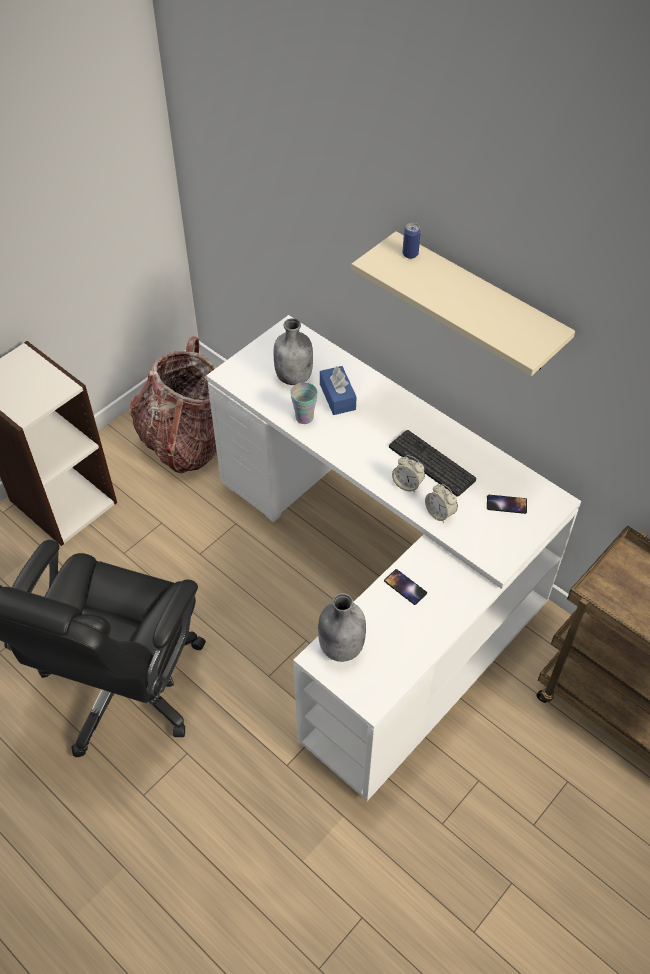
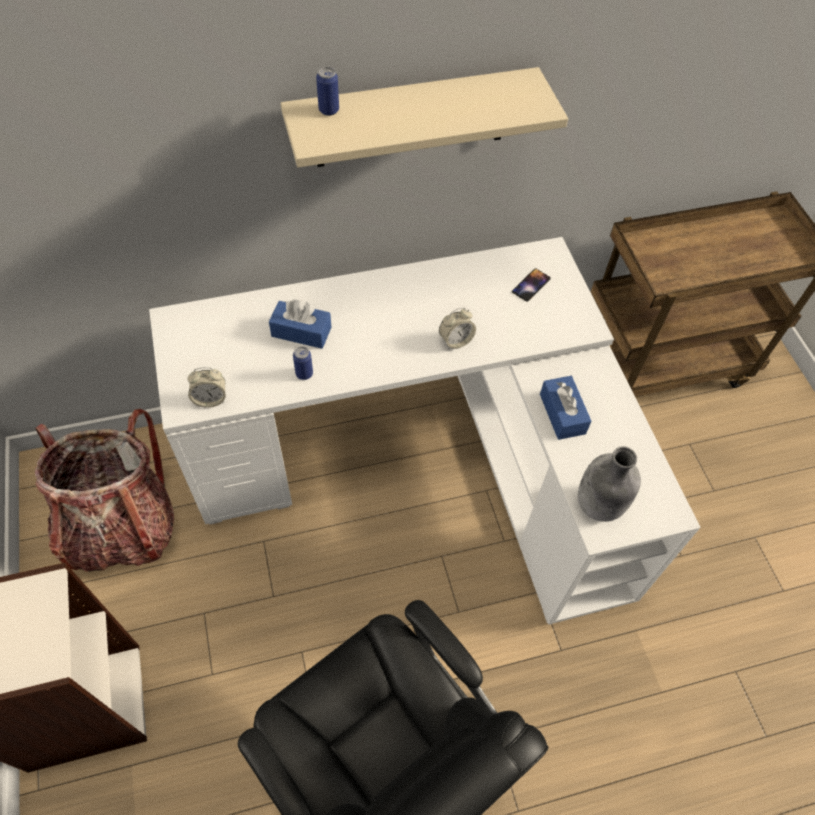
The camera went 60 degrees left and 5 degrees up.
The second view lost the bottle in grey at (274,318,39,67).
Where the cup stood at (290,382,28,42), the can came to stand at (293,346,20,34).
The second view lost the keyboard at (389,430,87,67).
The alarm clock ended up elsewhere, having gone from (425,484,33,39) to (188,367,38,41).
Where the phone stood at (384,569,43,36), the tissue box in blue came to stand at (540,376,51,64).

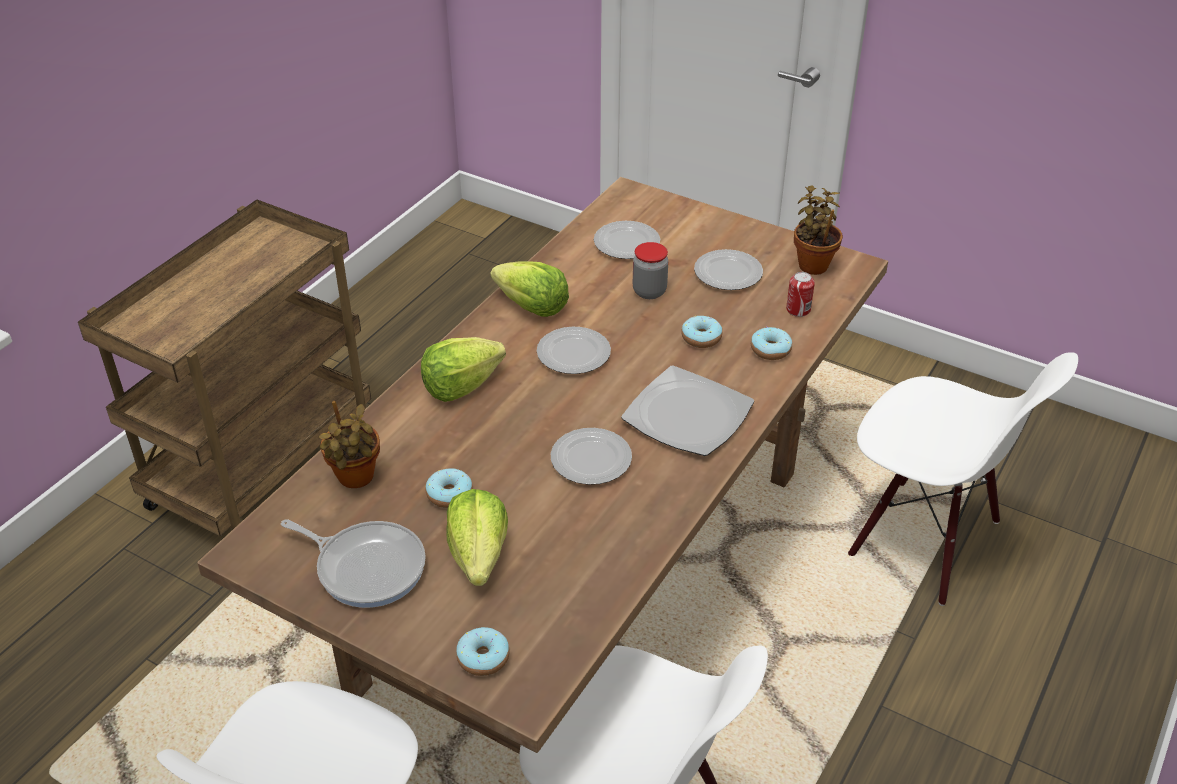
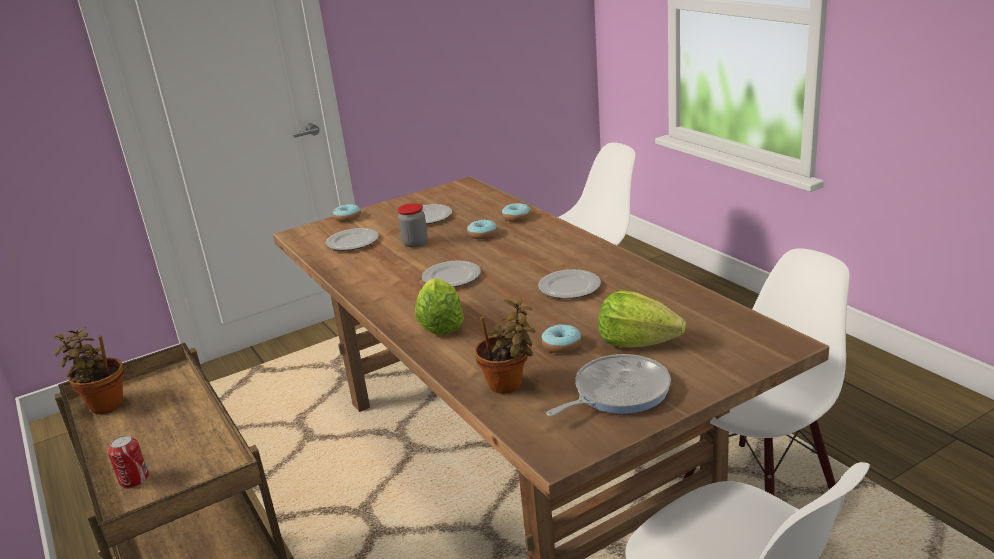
The camera went 60 degrees left and 15 degrees down.
The potted plant ended up elsewhere, having gone from (794,185,49,90) to (54,327,70,87).
The second view lost the lettuce at (490,261,79,56).
The can ended up elsewhere, having gone from (786,272,29,45) to (108,435,41,53).
The second view lost the plate at (621,366,133,90).
The donut ended up elsewhere, having gone from (456,627,54,49) to (333,204,28,18).

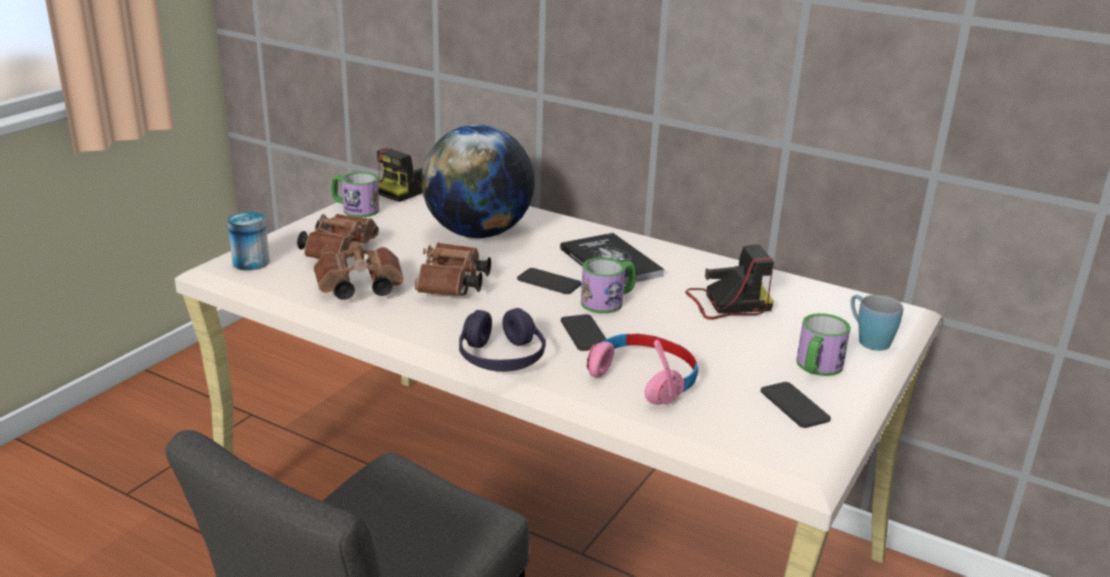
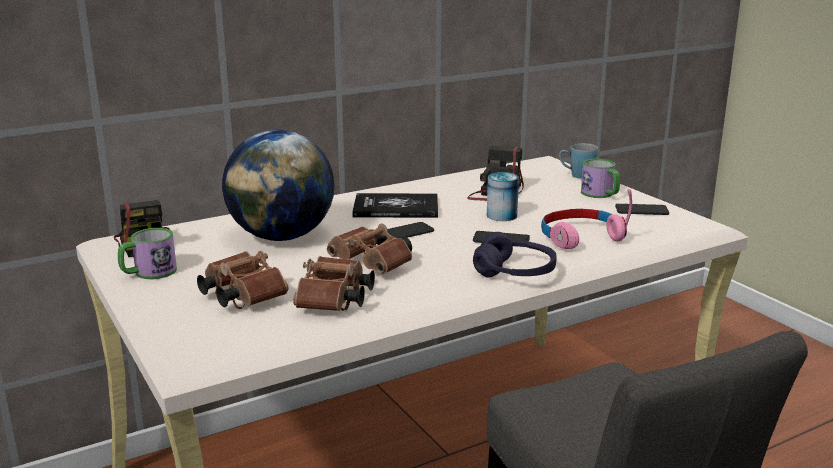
The camera went 60 degrees left and 5 degrees down.
The can ended up elsewhere, having gone from (227,212,43,59) to (487,172,32,49).
The second view lost the mug at (581,258,55,55).

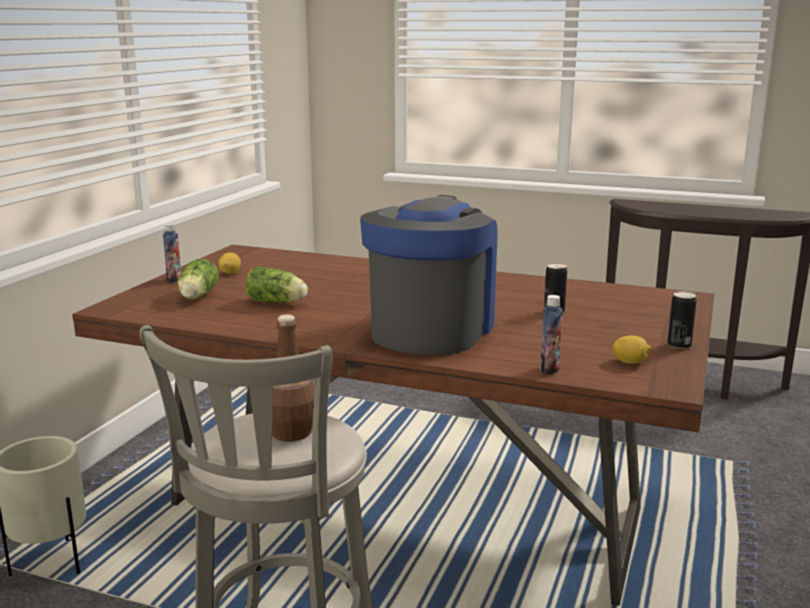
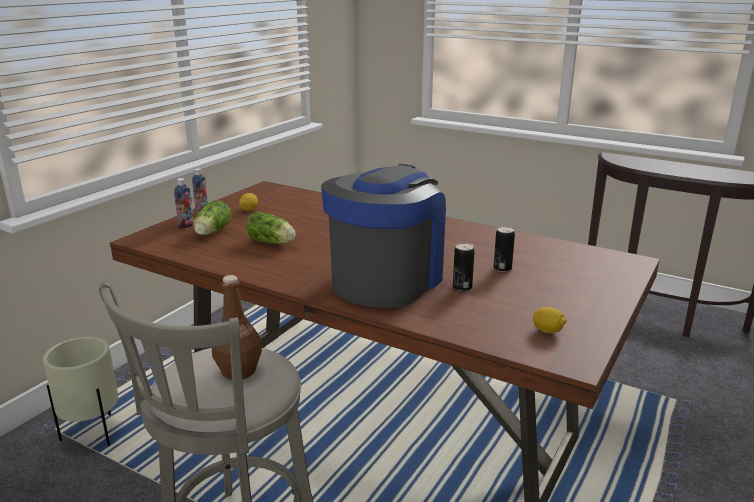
The camera went 10 degrees right and 5 degrees up.
The can ended up elsewhere, having gone from (668,291,29,58) to (453,243,22,48).
The bottle ended up elsewhere, having gone from (540,295,23,80) to (174,178,20,51).

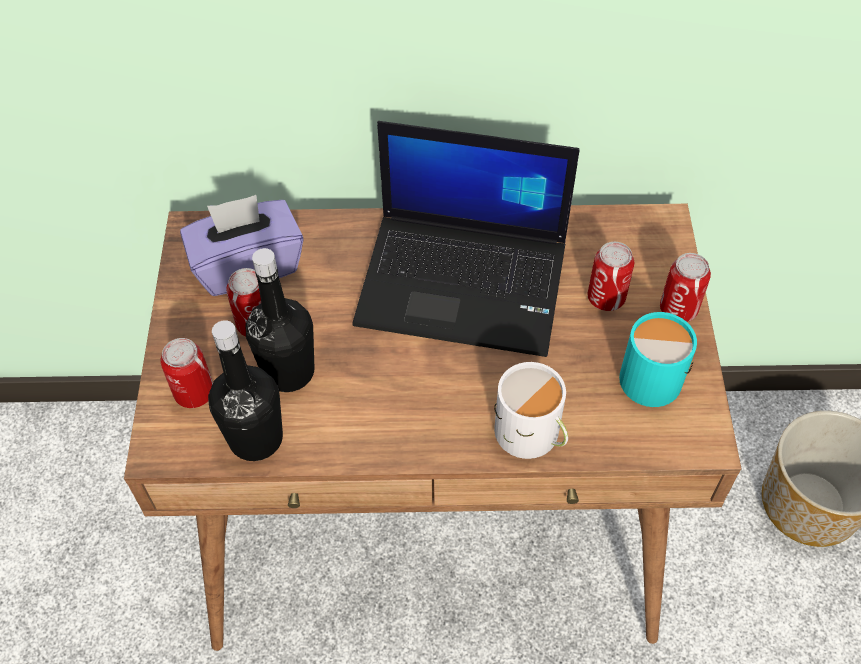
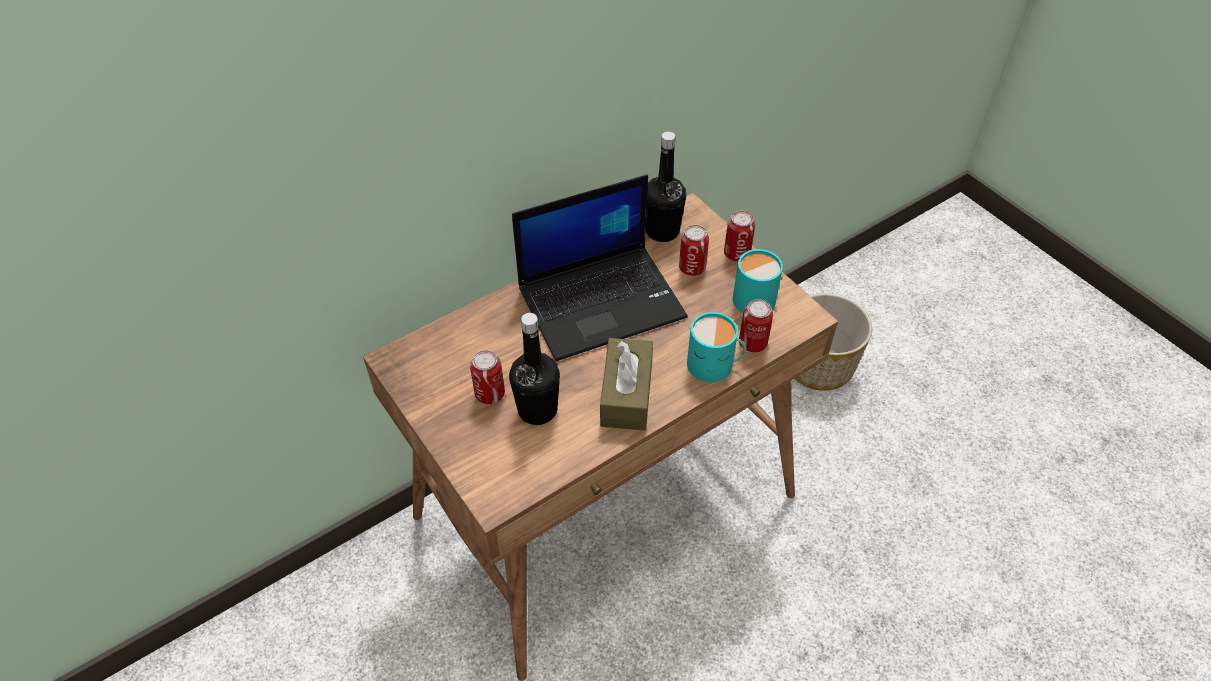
The camera went 35 degrees left and 5 degrees down.
The second view lost the tissue box in purple at (180,195,124,101).
The bottle in black ended up elsewhere, having gone from (208,320,75,141) to (646,132,40,110).
The can ended up elsewhere, having gone from (161,338,52,70) to (739,299,34,53).
What was the mug in white at (494,362,74,97) turned into the mug in turquoise at (687,312,60,70).
The second view gained the tissue box in brown at (600,338,53,92).

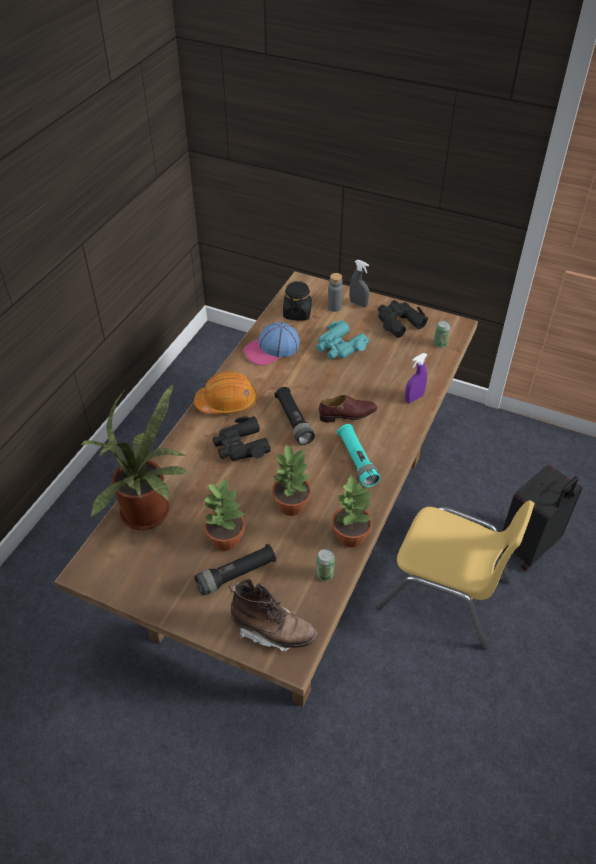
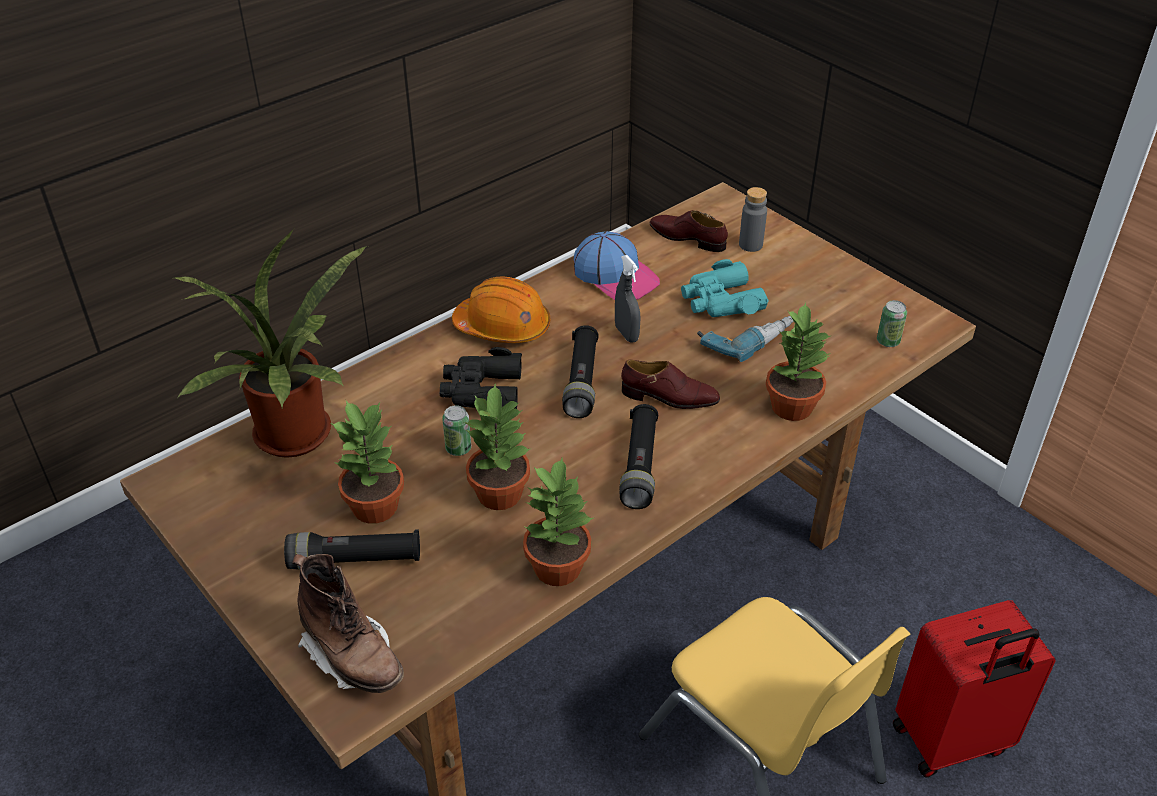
The camera went 25 degrees right and 5 degrees down.
The spray bottle in grey ended up elsewhere, having gone from (349,260,20,47) to (615,255,26,88).
Where the jar in black stood at (283,281,29,40), the shoe in brown came to stand at (650,210,78,42).
The second view lost the binoculars in black at (378,300,50,38).
The cap at (243,322,57,43) ended up facing another way, 135 degrees counterclockwise from before.
Where the spray bottle in purple stood at (405,353,22,50), the potted plant came to stand at (766,302,65,119).
What was the flashlight in turquoise at (337,424,43,63) turned into the flashlight in black at (619,404,39,105).
What was the suitcase in black at (502,464,81,107) turned into the suitcase in red at (893,600,163,178).
The can ended up elsewhere, having gone from (316,549,19,32) to (442,405,29,51).
The second view gained the power drill at (697,316,96,46).

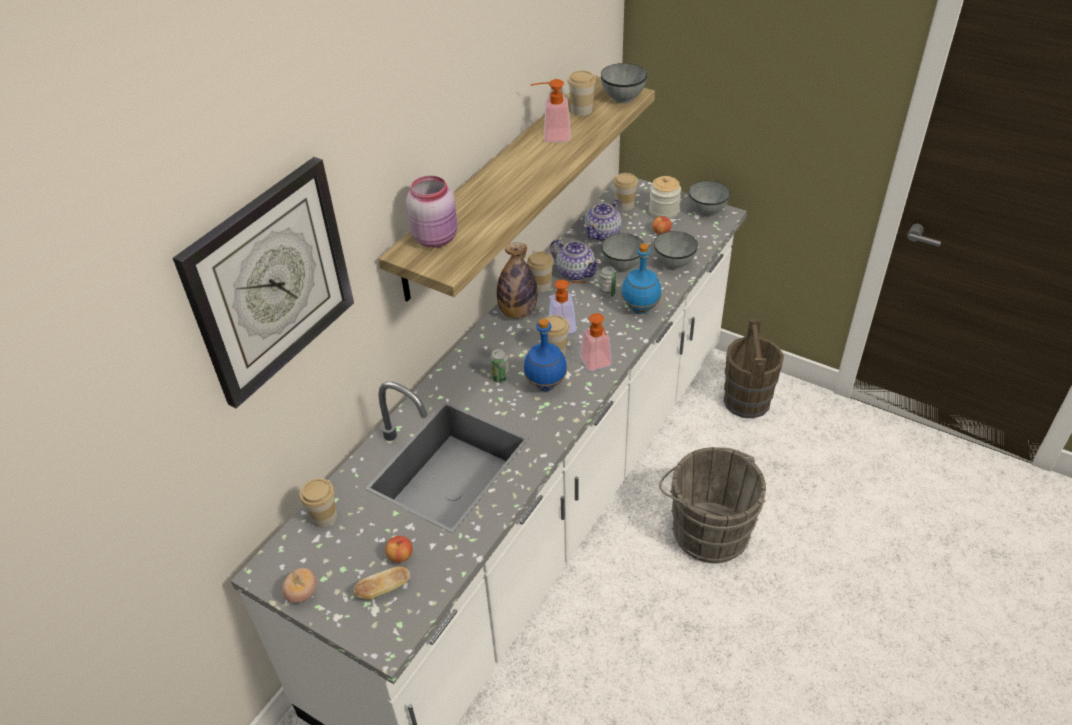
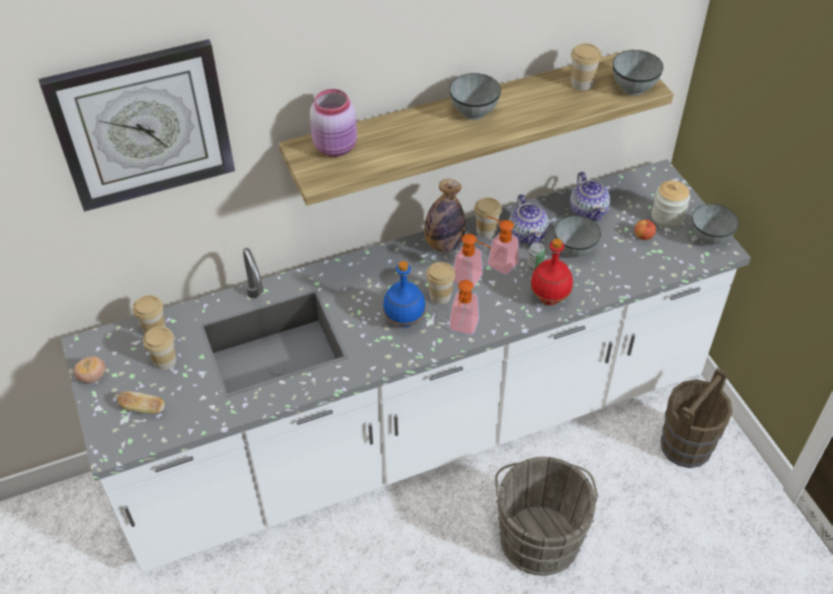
The camera went 35 degrees right and 5 degrees up.
The soap dispenser ended up elsewhere, having gone from (531,79,40,63) to (486,215,33,60).
The cup ended up elsewhere, having gone from (614,173,24,38) to (143,326,34,44).
The teapot at (584,199,38,43) ended up facing another way, 90 degrees counterclockwise from before.
The bowl in grey ended up elsewhere, having gone from (654,231,44,39) to (450,73,51,47).
What was the bottle in blue at (621,243,40,71) turned into the bottle in red at (530,238,43,67).
The second view lost the can at (490,349,19,34).
The second view lost the apple at (385,536,28,27).

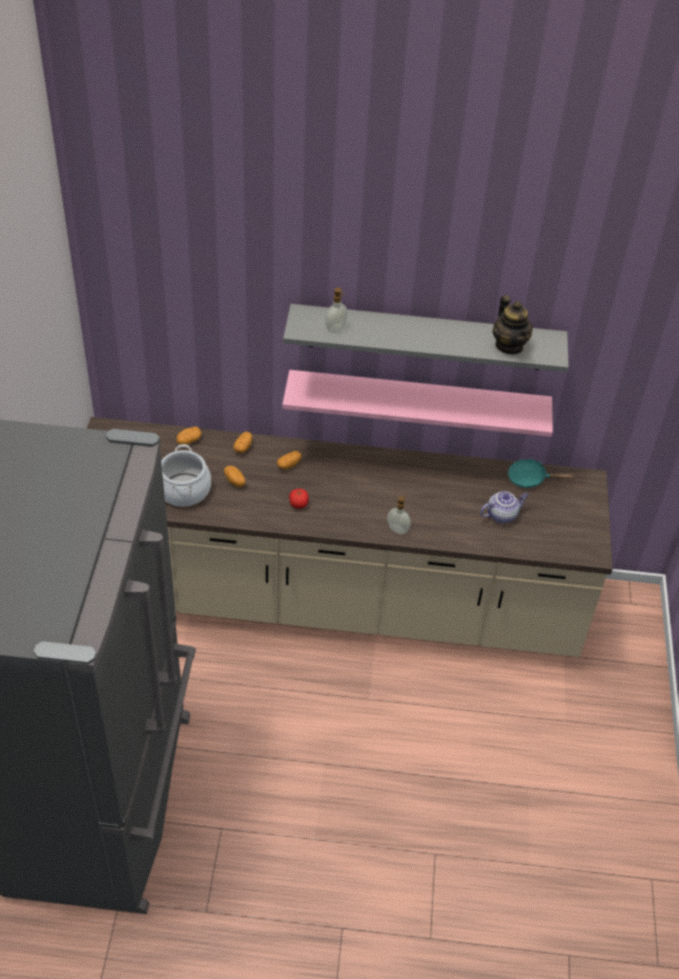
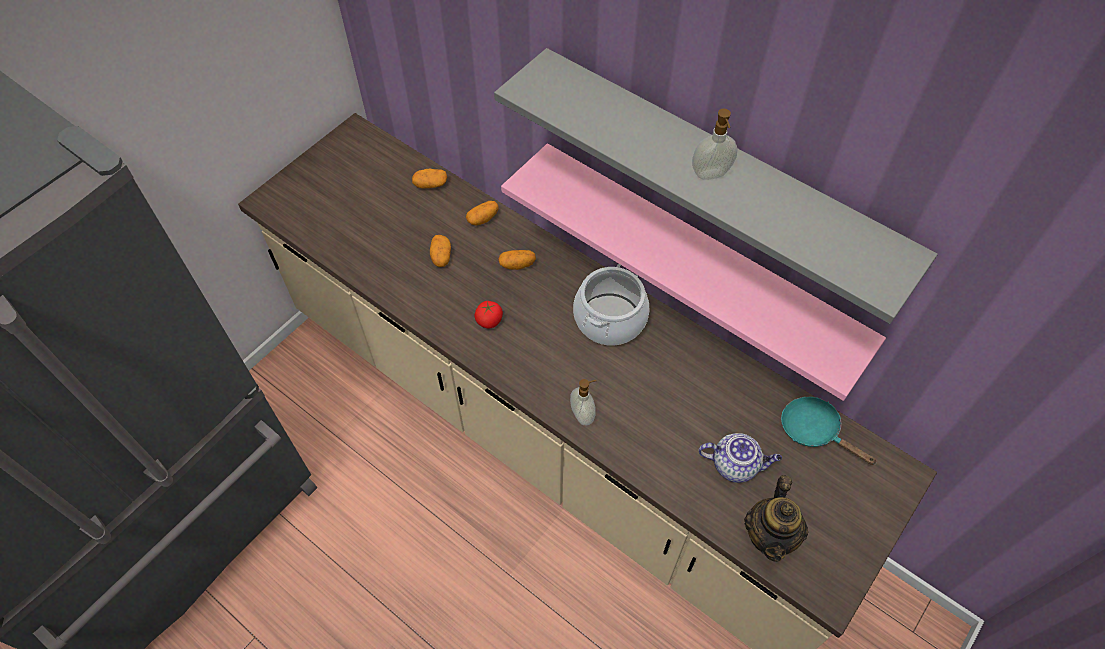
The camera went 35 degrees right and 10 degrees up.
The soap dispenser ended up elsewhere, having gone from (325,288,22,45) to (692,109,46,71).
The teapot ended up elsewhere, having gone from (492,295,41,60) to (744,475,65,87).
The cooking pot ended up elsewhere, having gone from (161,444,50,63) to (573,264,76,82).

